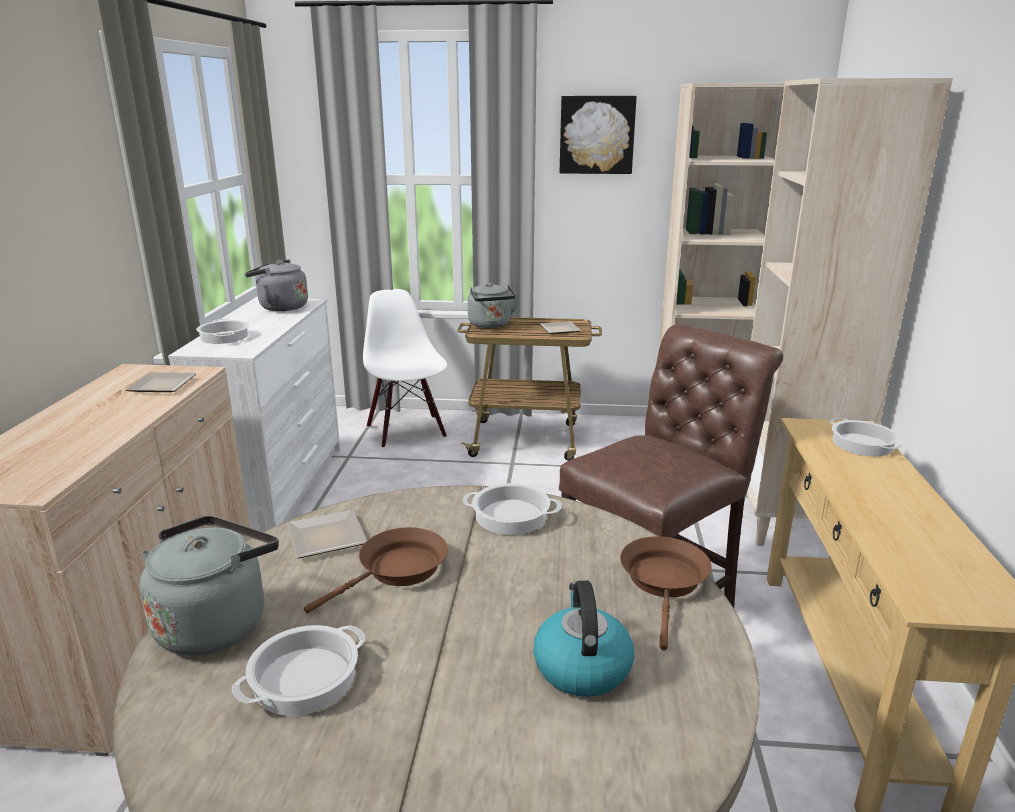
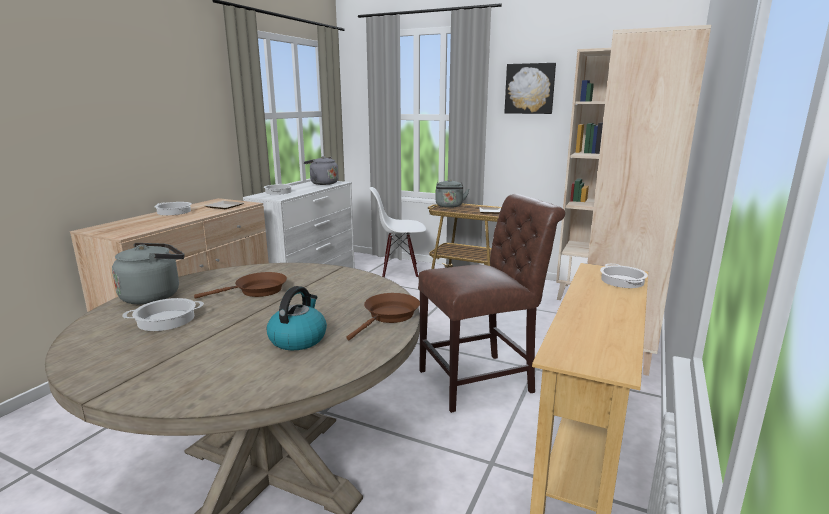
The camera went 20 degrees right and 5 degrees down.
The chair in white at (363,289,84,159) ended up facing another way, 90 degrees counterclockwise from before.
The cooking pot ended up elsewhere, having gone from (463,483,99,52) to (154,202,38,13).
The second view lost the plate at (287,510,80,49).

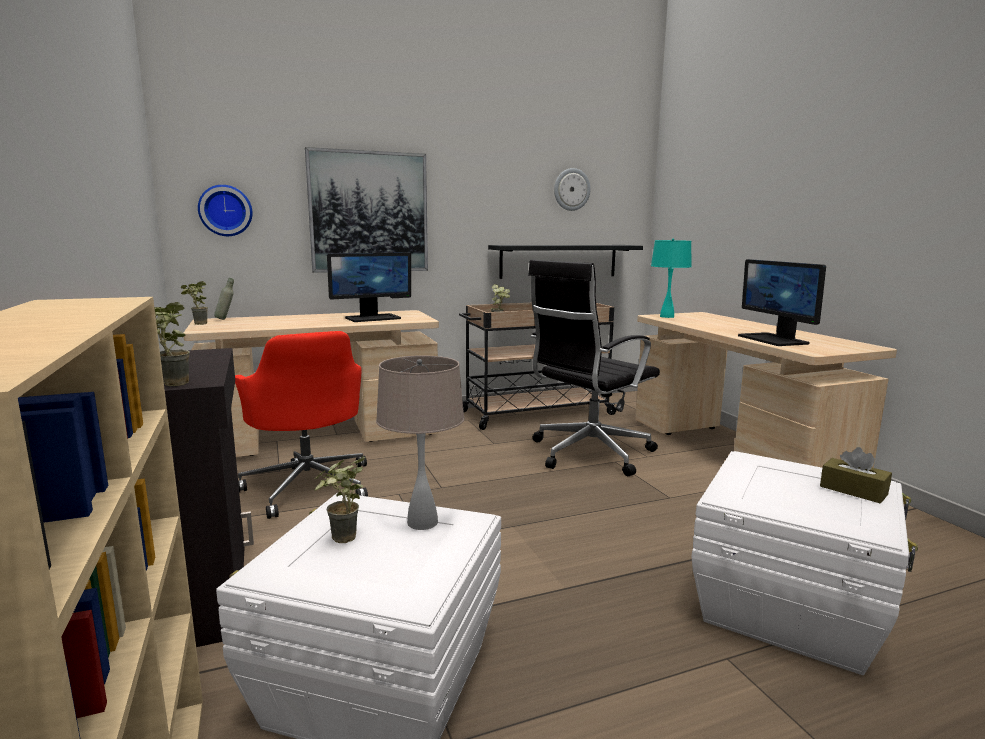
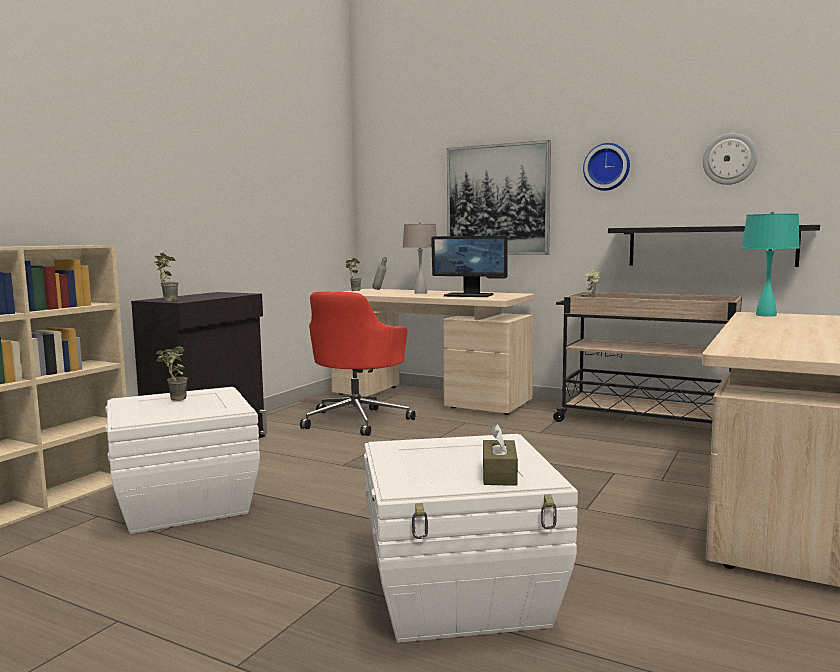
The camera went 50 degrees right and 5 degrees down.
The wall clock ended up elsewhere, having gone from (198,185,54,51) to (583,143,47,48).
The second view lost the office chair in black at (528,259,132,217).
The second view lost the monitor at (738,259,88,87).
The table lamp in beige ended up elsewhere, having gone from (376,355,88,175) to (402,222,35,72).

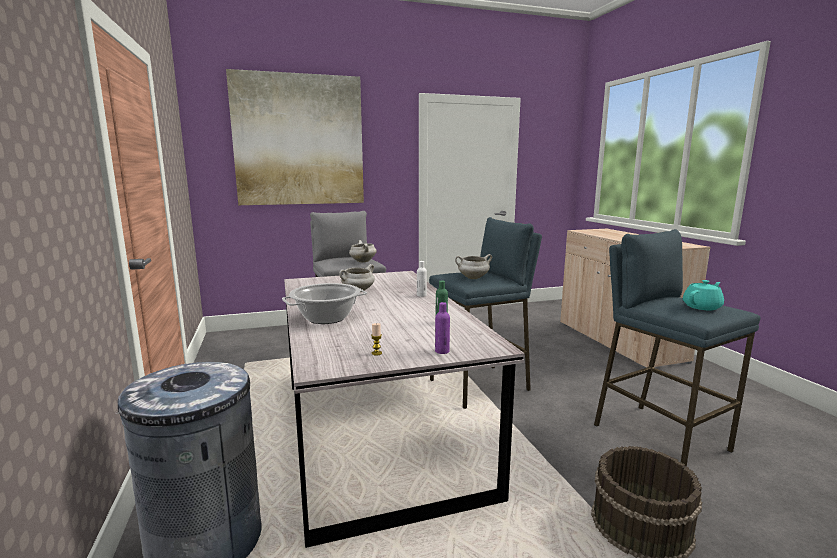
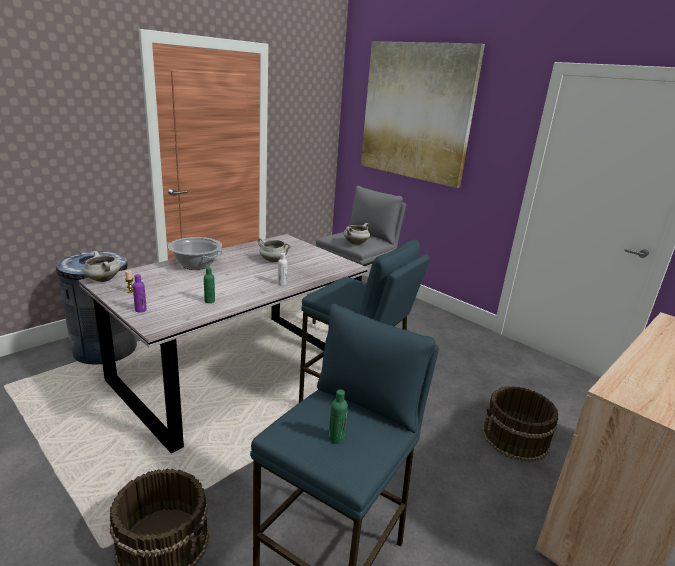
The camera went 60 degrees right and 10 degrees up.
The cooking pot in white ended up elsewhere, having gone from (455,254,37,25) to (83,251,38,31).
Where the teapot in turquoise stood at (683,280,41,30), the bottle in green came to stand at (328,389,20,55).
The second view gained the bucket in brown at (482,386,77,76).

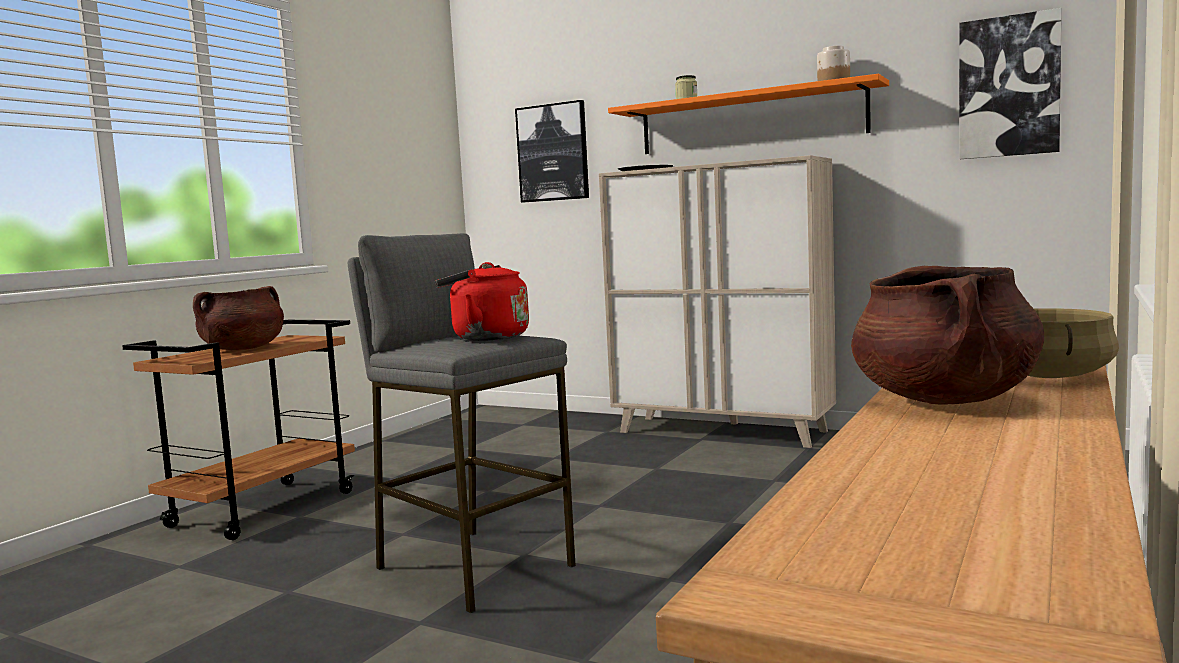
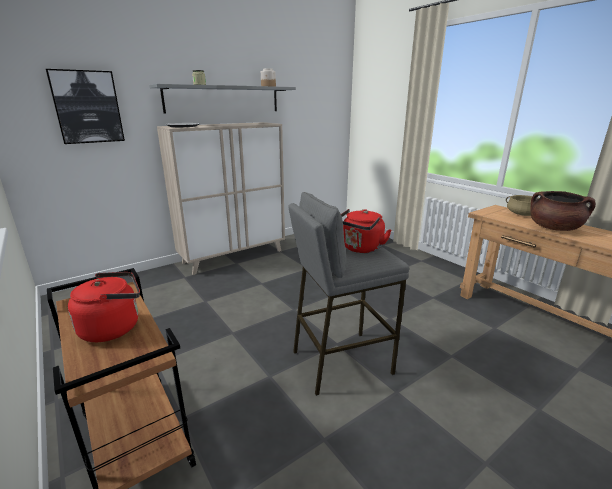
The camera went 65 degrees left and 15 degrees up.
The second view lost the picture at (959,8,103,151).
What was the shelf in orange at (608,74,281,80) turned into the shelf in grey at (149,84,147,29).
Where the cooking pot in brown stood at (193,286,91,64), the kettle in red came to stand at (68,272,72,70).

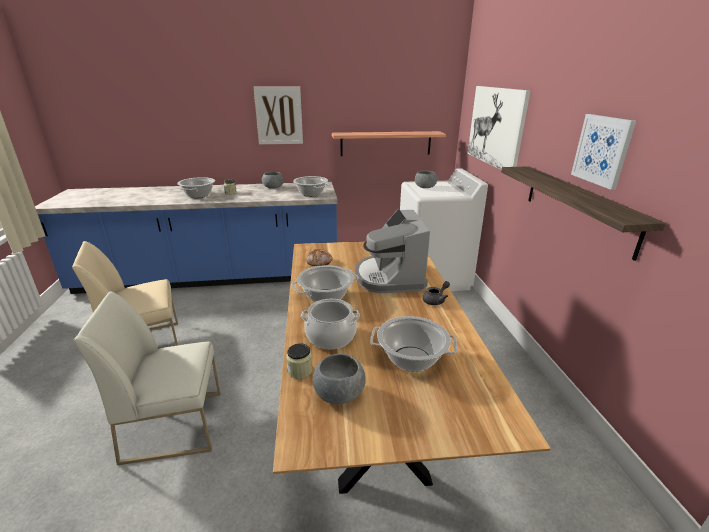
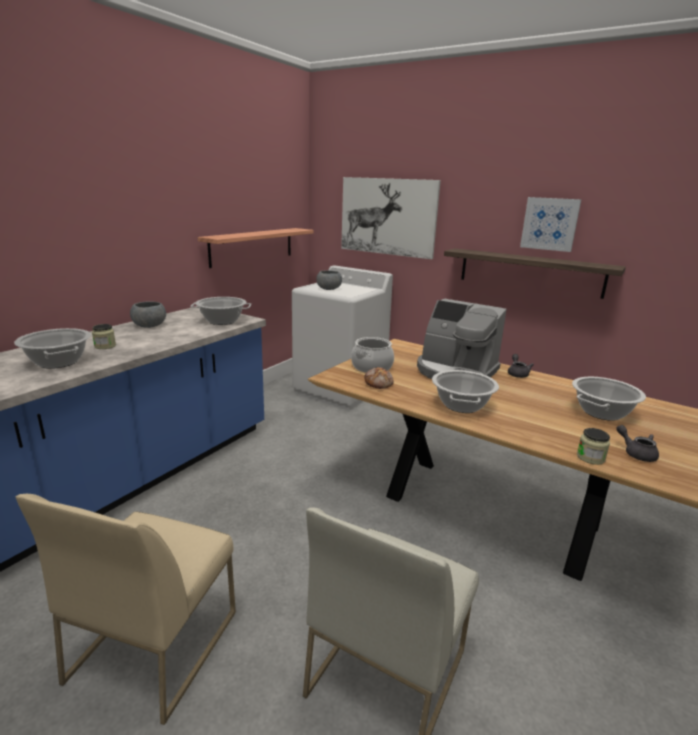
The camera went 50 degrees left and 5 degrees down.
The second view lost the picture at (254,86,49,58).
The cooking pot ended up elsewhere, having gone from (301,299,59,51) to (351,337,43,36).
Where the bowl in grey stood at (313,354,53,50), the teapot in grey came to stand at (616,425,43,37).

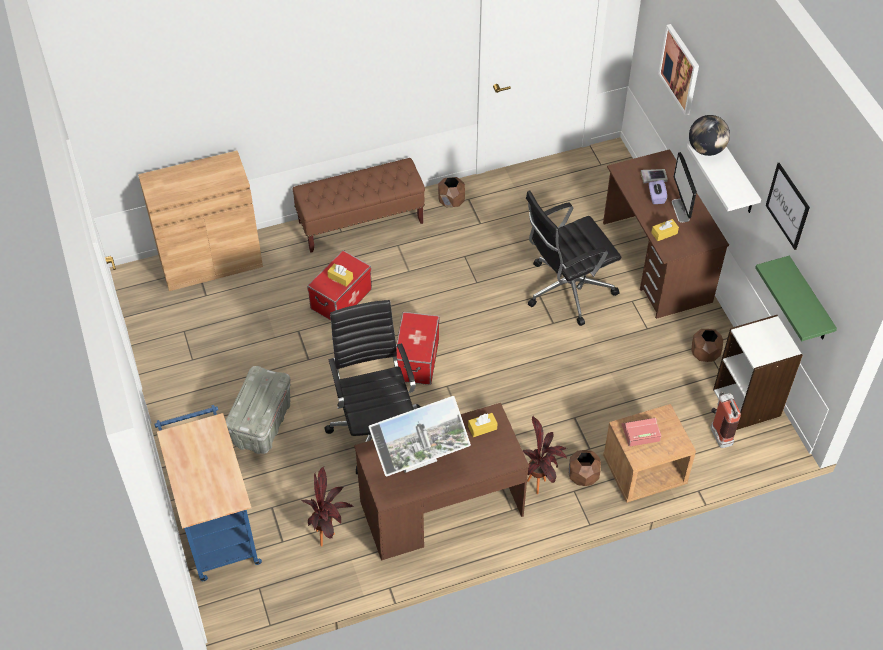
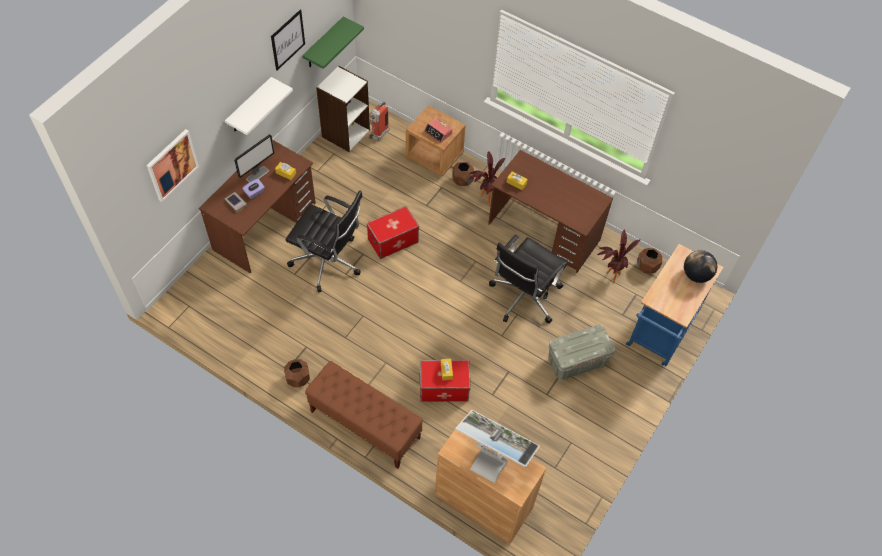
The camera went 130 degrees left and 5 degrees up.
The globe ended up elsewhere, having gone from (689,115,41,41) to (684,250,33,33).
The storage box ended up elsewhere, having gone from (394,312,45,73) to (367,206,52,53).
The planter in brown ended up elsewhere, having gone from (691,329,32,33) to (637,248,25,26).
The monitor ended up elsewhere, having gone from (369,396,102,80) to (455,410,85,74).

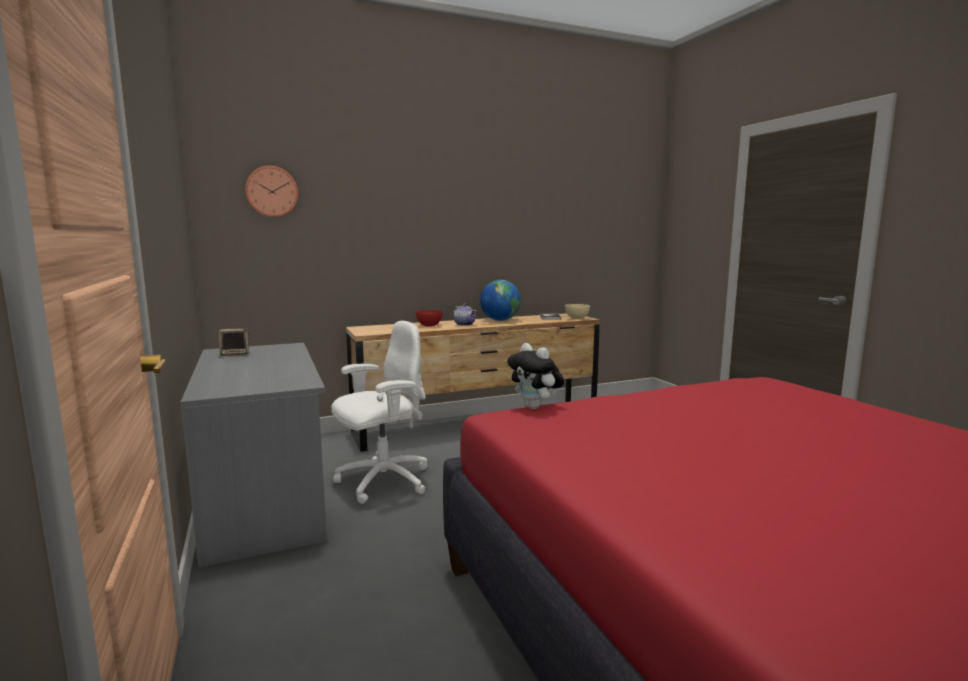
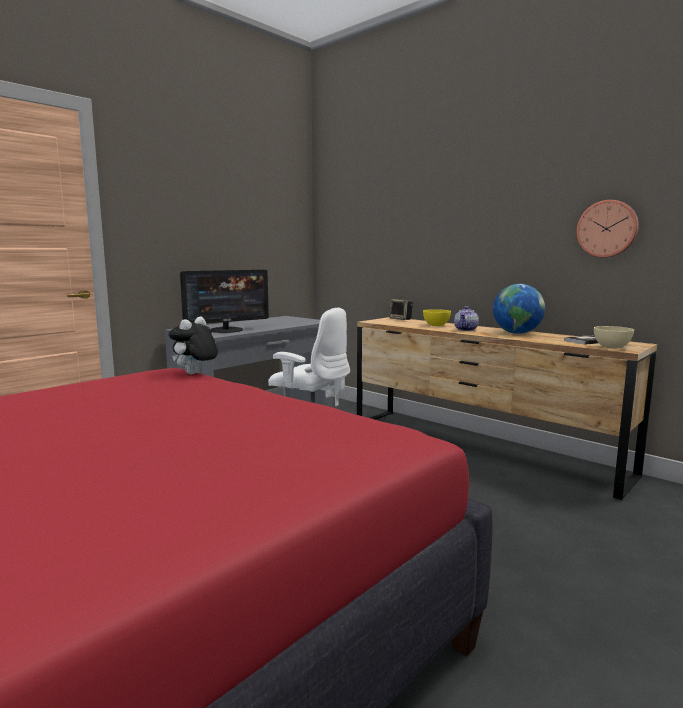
The camera went 65 degrees right and 0 degrees up.
The wall clock ended up elsewhere, having gone from (245,166,54,51) to (576,200,63,58).
What was the bowl in red at (416,310,27,17) turned into the bowl in yellow at (423,309,28,17).
The speaker ended up elsewhere, having gone from (218,328,32,28) to (389,299,24,21).
The second view gained the monitor at (180,270,89,63).

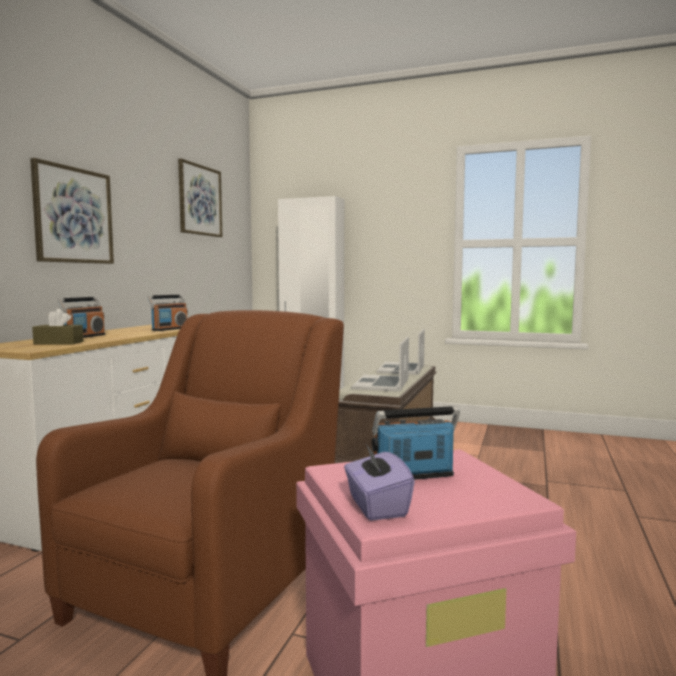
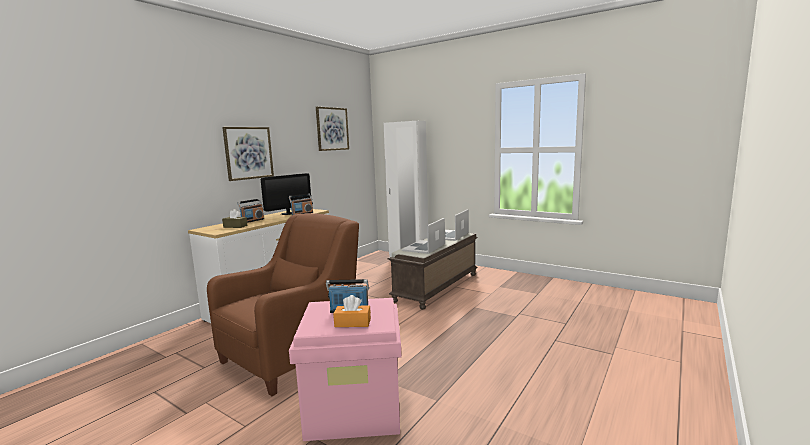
The camera went 15 degrees right and 5 degrees up.
The second view lost the tissue box in purple at (344,444,71,77).
The second view gained the monitor at (261,173,50,42).
The second view gained the tissue box in orange at (333,295,38,32).

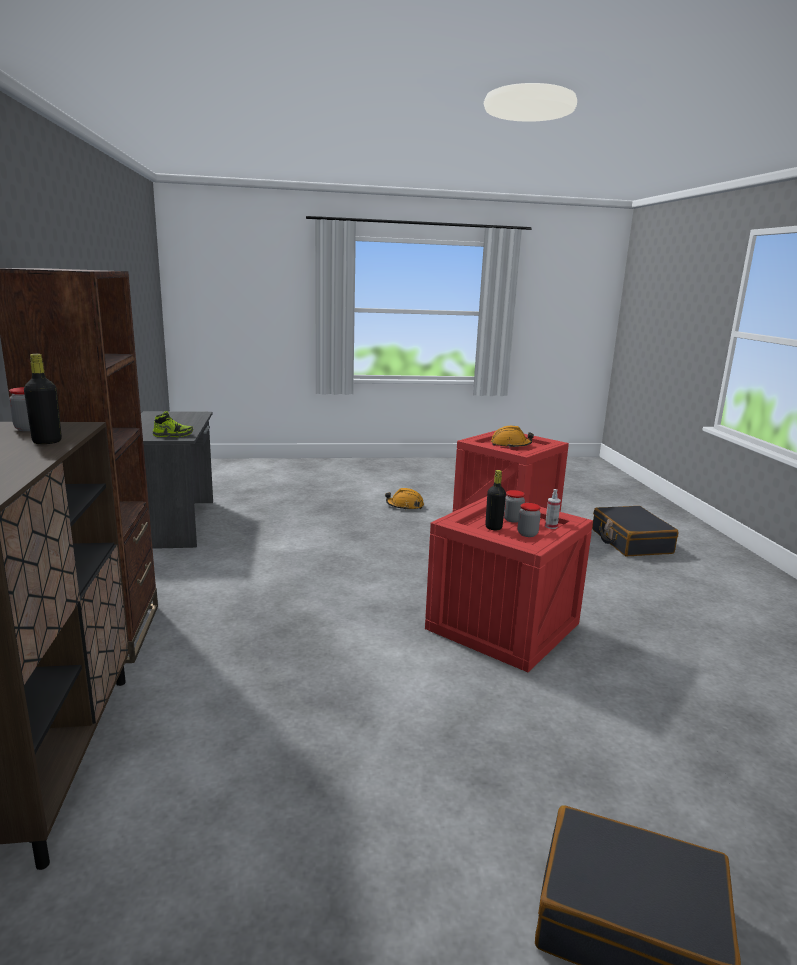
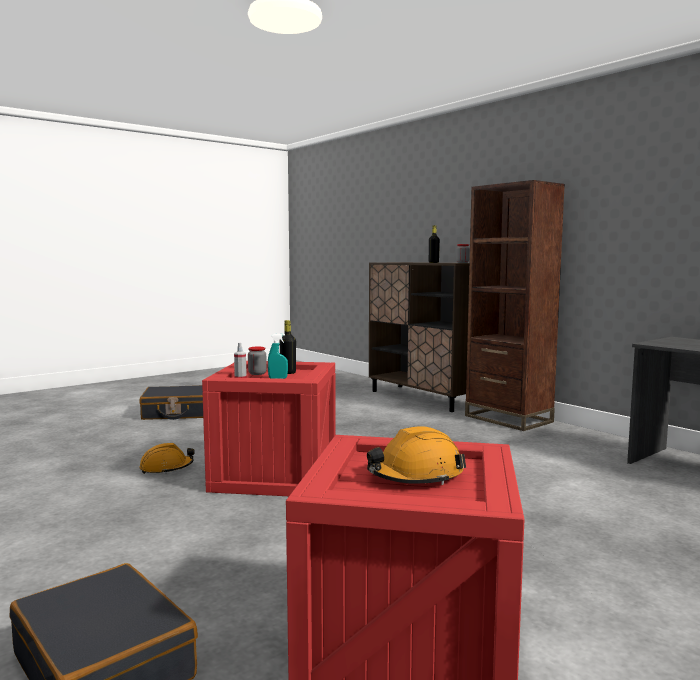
The camera went 150 degrees right and 10 degrees down.
The second view lost the shoe at (153,411,40,26).
The hard hat in orange ended up elsewhere, having gone from (385,488,39,22) to (140,443,55,31).
Where the jar stood at (504,490,21,33), the spray bottle in turquoise came to stand at (268,334,20,45).

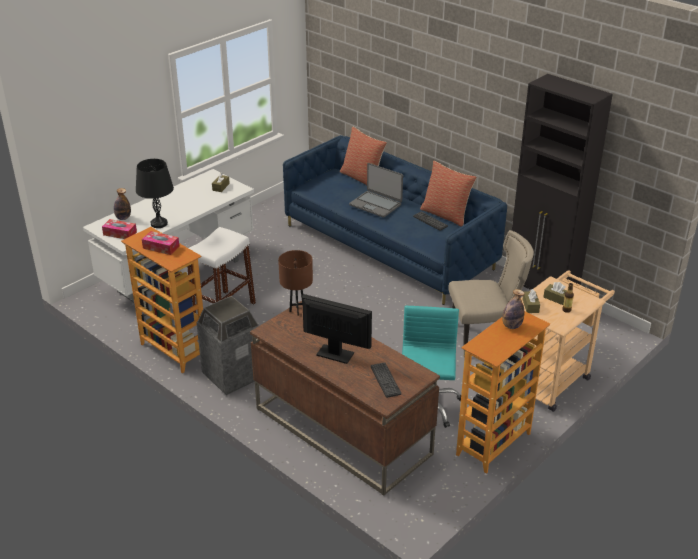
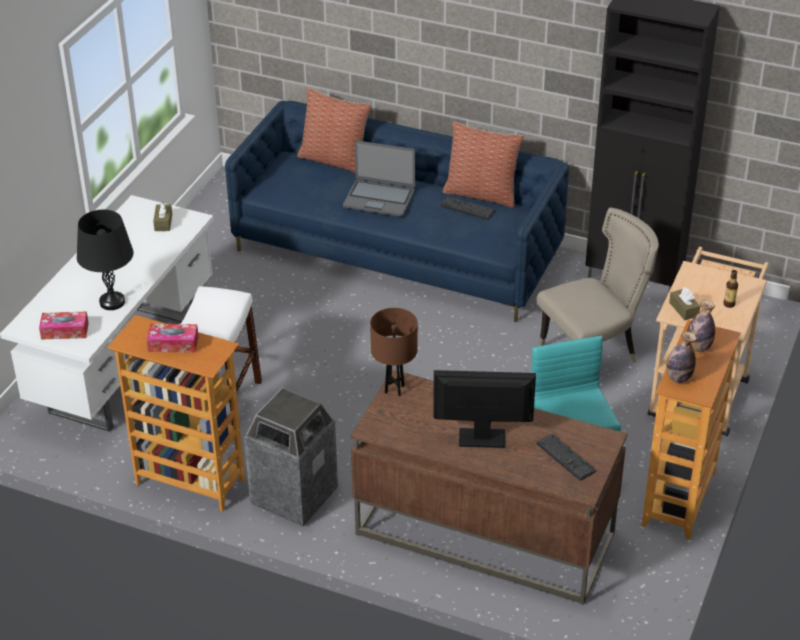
The camera went 20 degrees left and 5 degrees up.
The bottle ended up elsewhere, having gone from (114,188,17,32) to (666,332,30,51).
The second view lost the tissue box in brown at (544,282,23,23).

